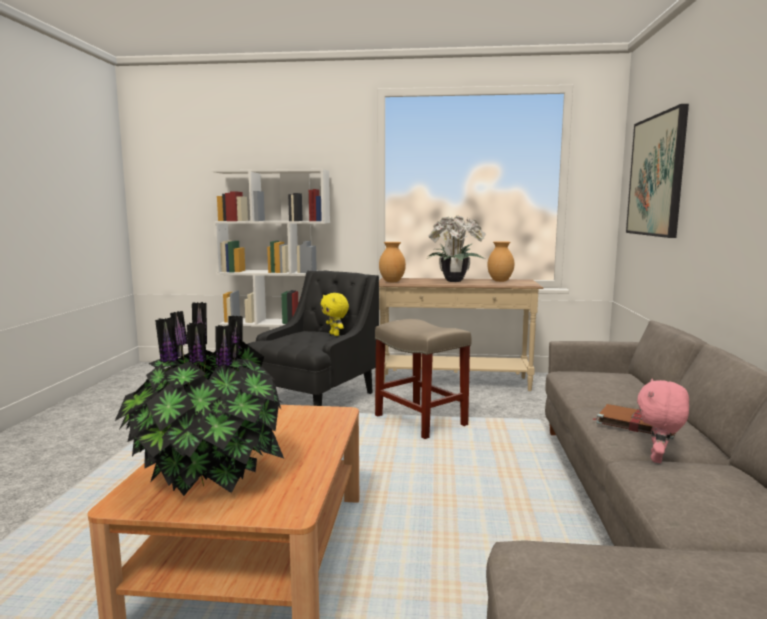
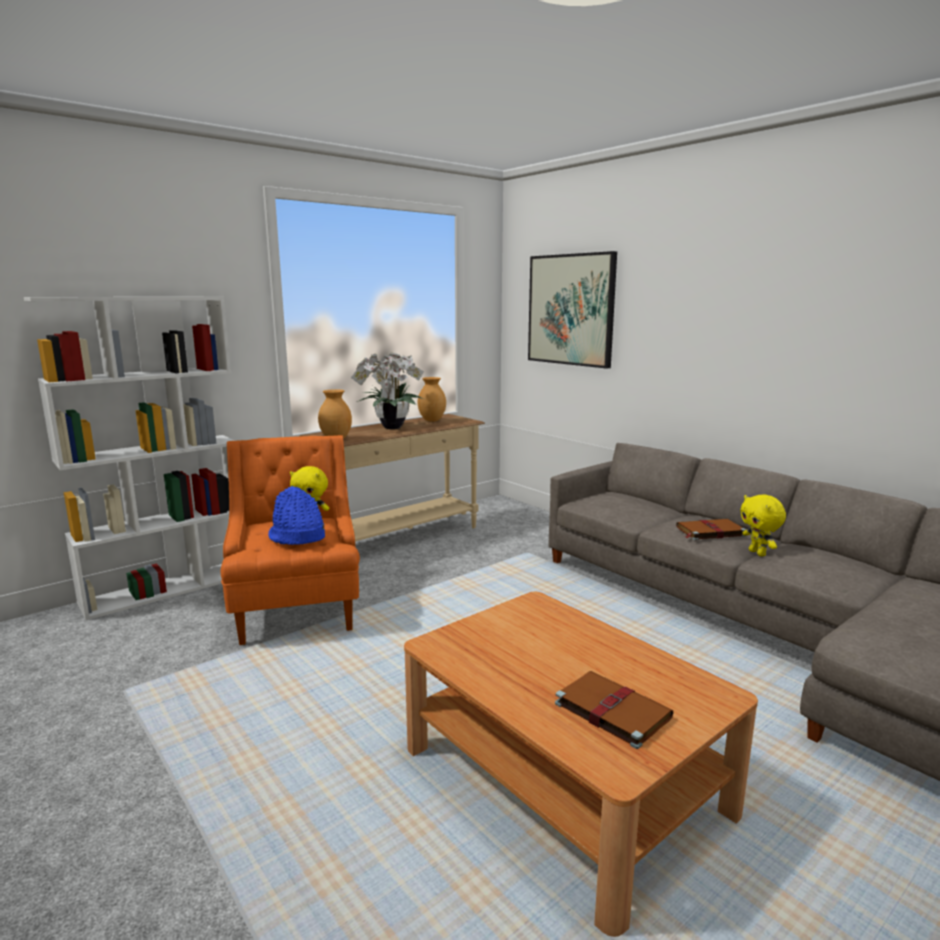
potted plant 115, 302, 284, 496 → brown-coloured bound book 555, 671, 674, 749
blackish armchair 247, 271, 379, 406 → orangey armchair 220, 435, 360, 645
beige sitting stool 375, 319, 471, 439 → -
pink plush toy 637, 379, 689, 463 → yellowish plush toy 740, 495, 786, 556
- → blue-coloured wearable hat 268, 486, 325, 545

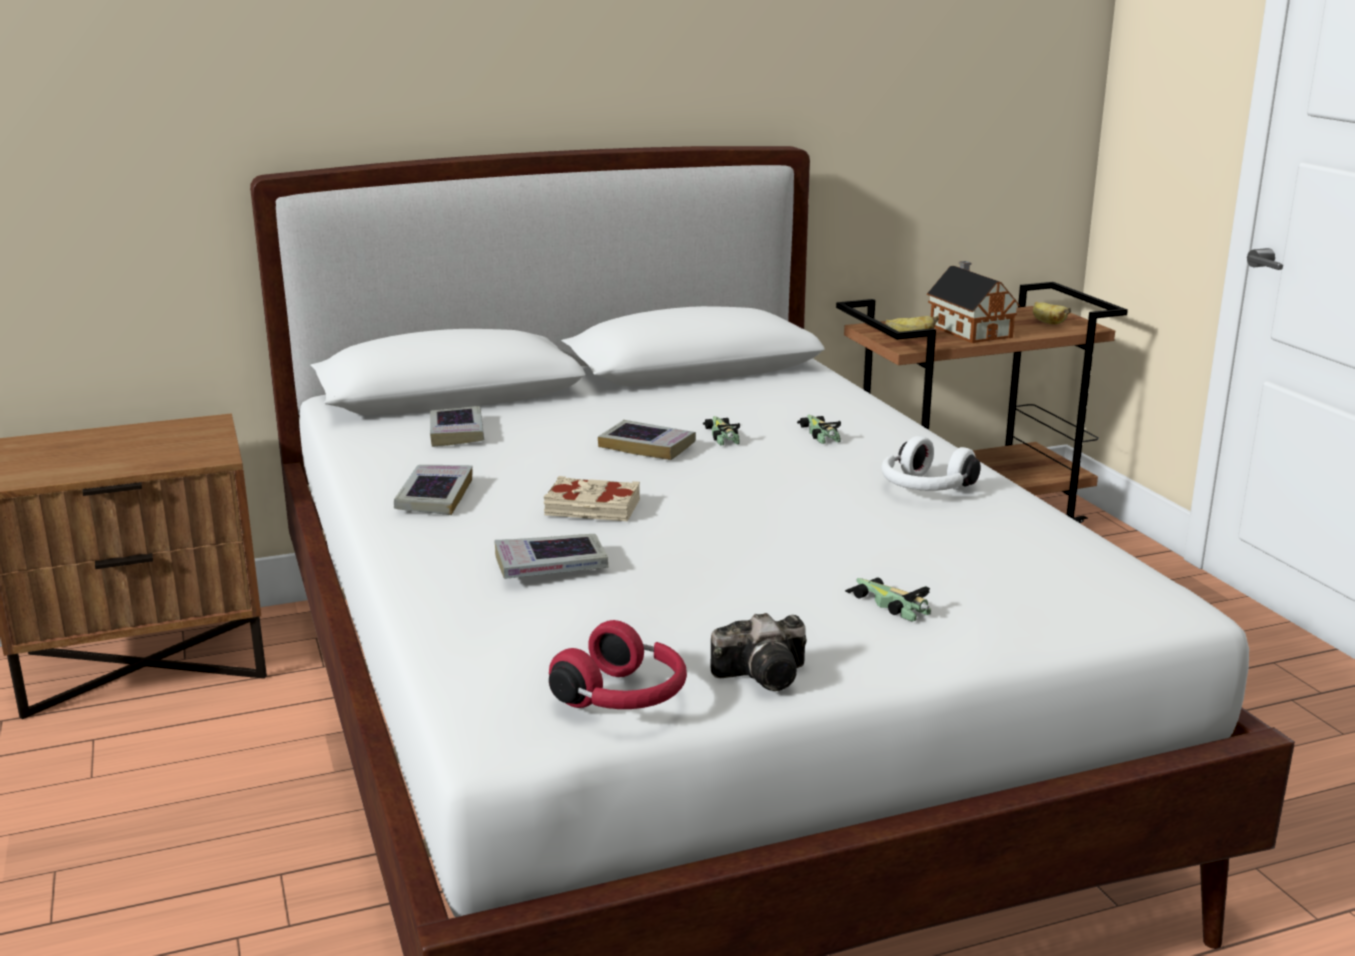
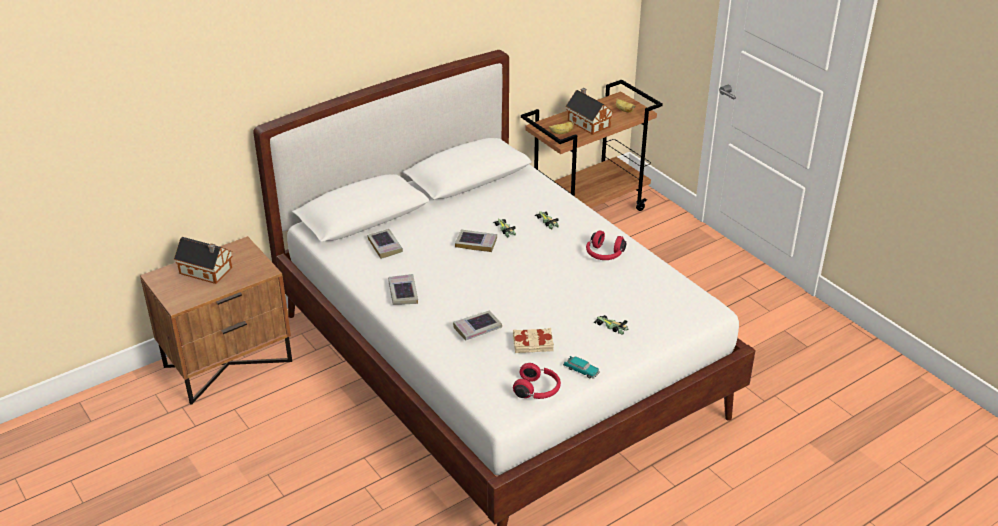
beige bound book 544, 476, 640, 521 → beige bound book 513, 328, 554, 353, shifted
still camera 711, 613, 807, 691 → model car 563, 356, 600, 379
white headset 881, 436, 981, 491 → red-coloured headset 586, 230, 626, 260
- → model house 174, 237, 233, 284

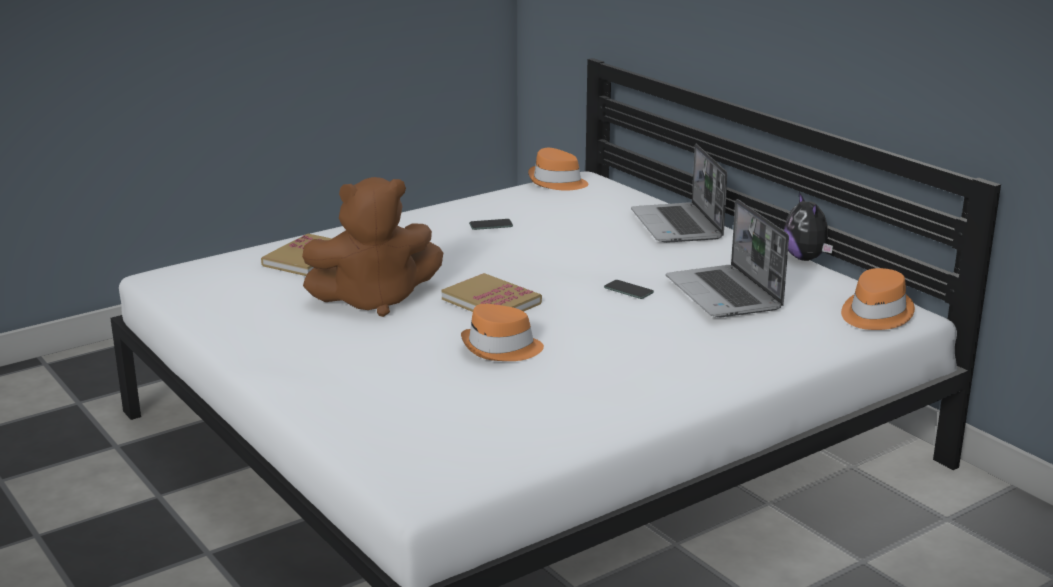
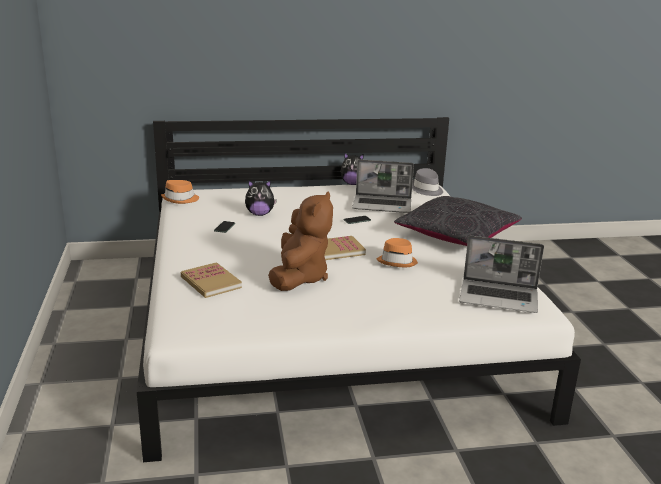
portable computer 631, 144, 727, 243 → portable computer 459, 236, 544, 313, shifted
orangey wearable hat 841, 268, 915, 330 → grey wearable hat 412, 168, 443, 196
- → plush toy 245, 180, 277, 216
- → blackish pillow 394, 196, 522, 246

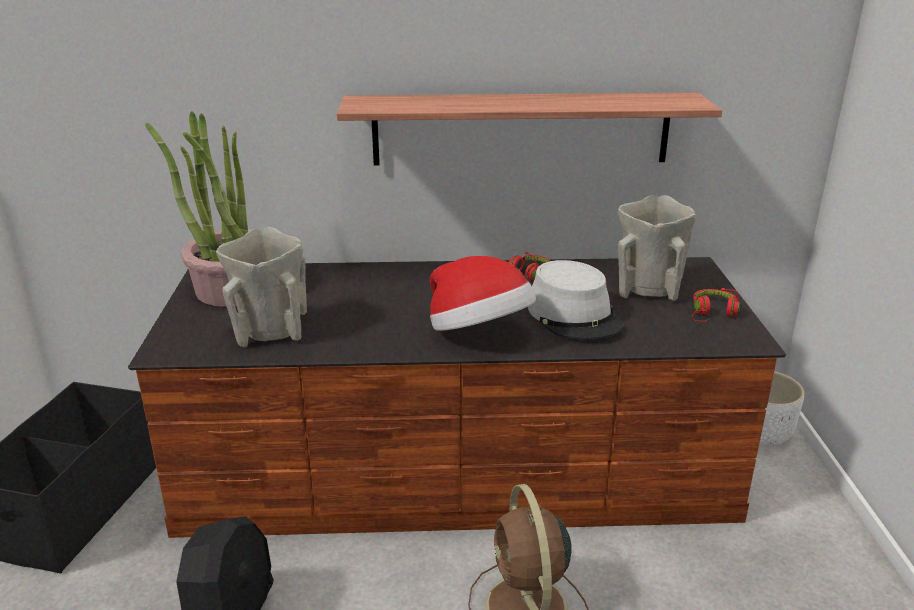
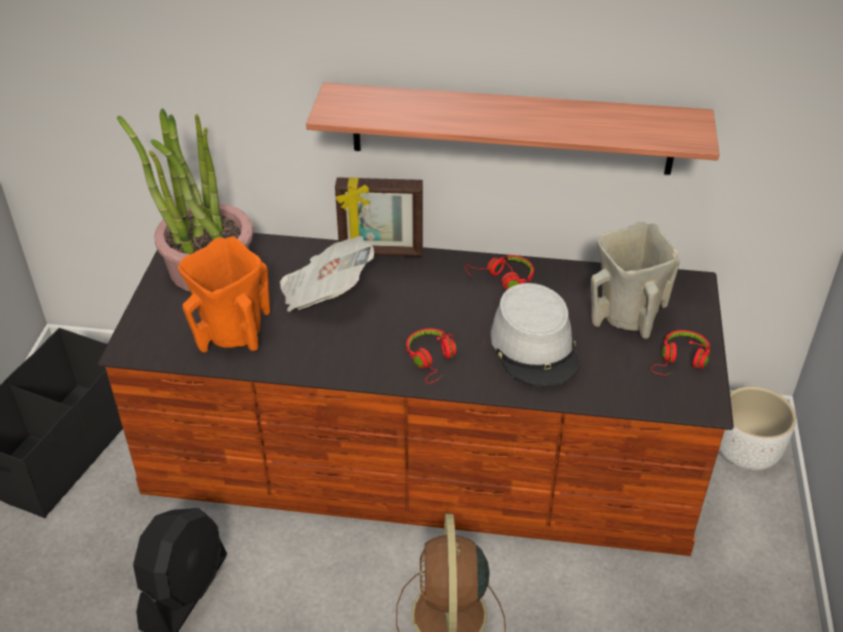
beige vase 216, 227, 307, 348 → orangey vase 178, 236, 270, 353
wearable hat 430, 256, 536, 331 → red-coloured headset 406, 328, 457, 384
- → printed paper 280, 236, 374, 312
- → picture frame 335, 177, 423, 257

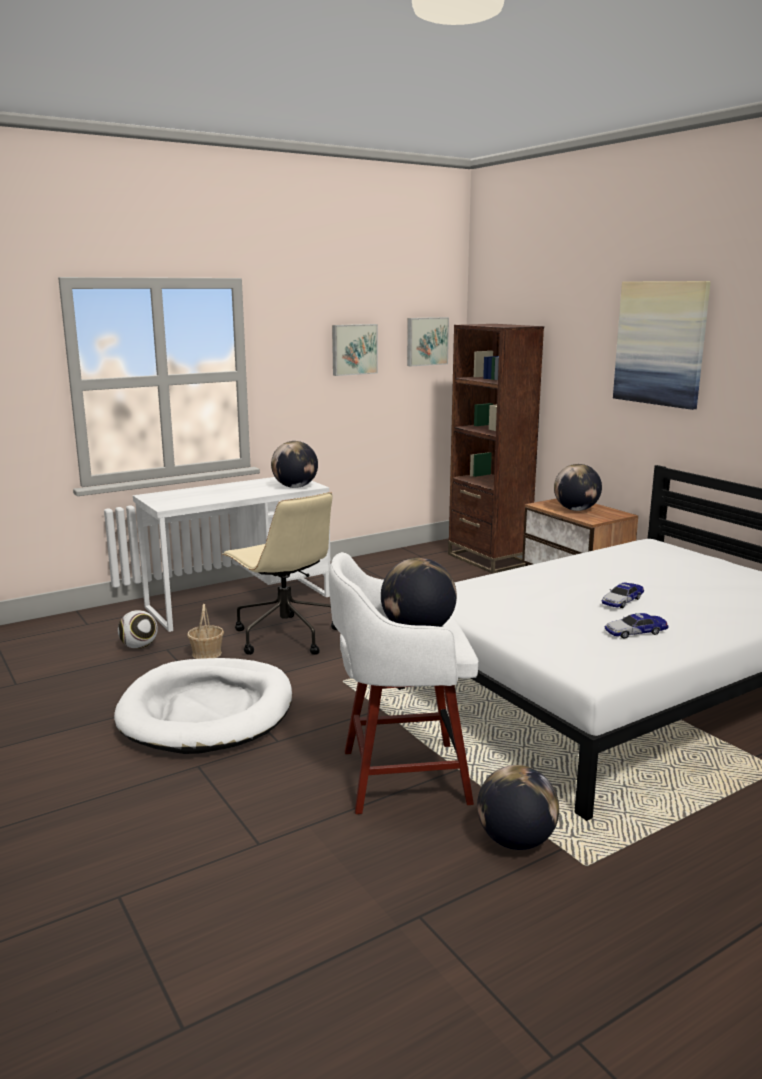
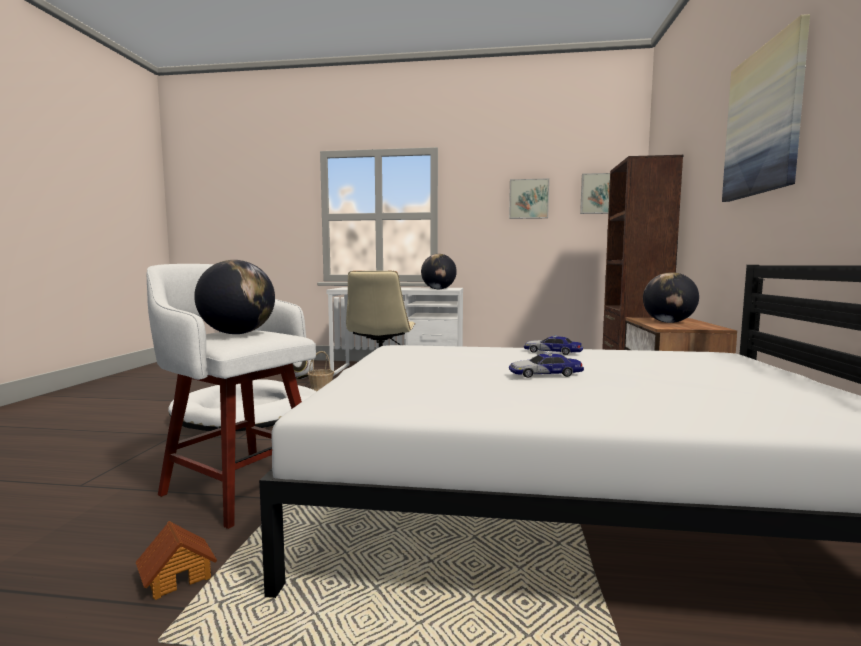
globe 477, 765, 559, 850 → model house 136, 521, 217, 600
model car 605, 613, 669, 639 → model car 524, 335, 583, 355, shifted

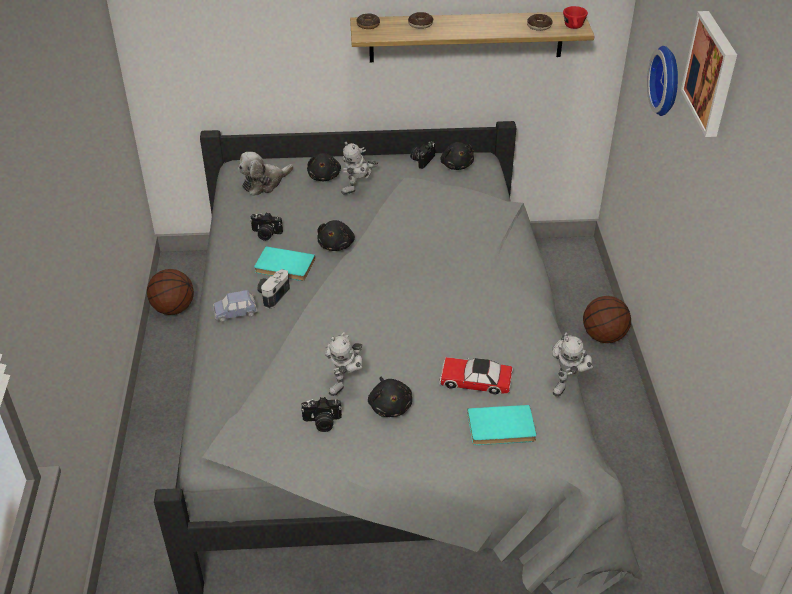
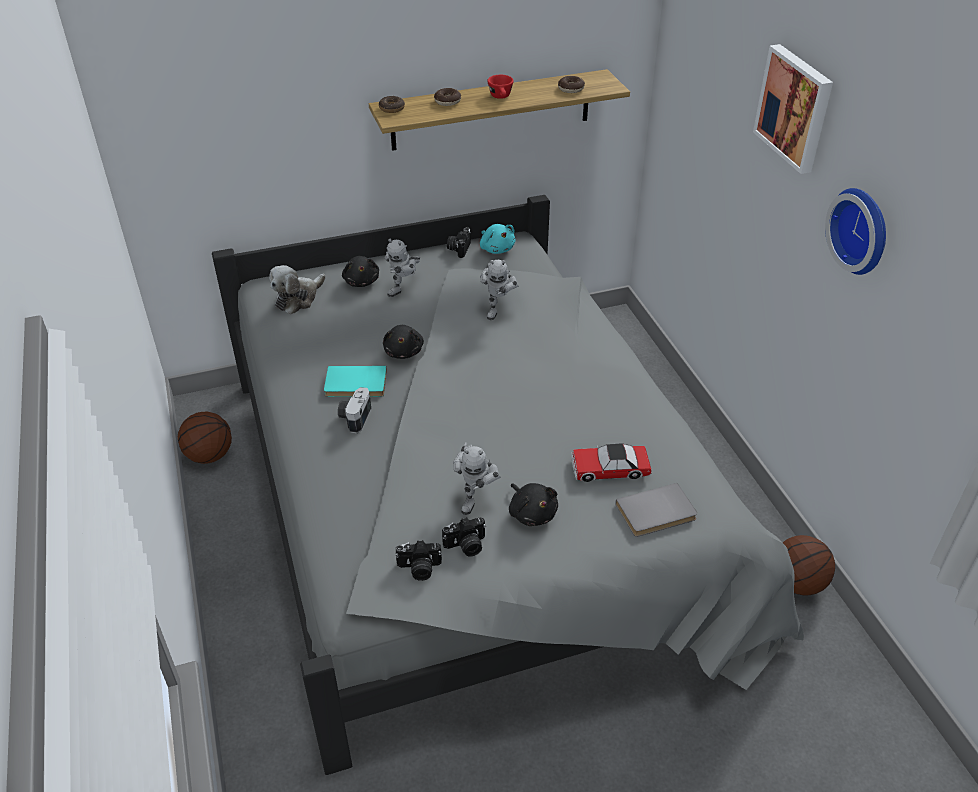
blue-coloured model car 213, 290, 258, 322 → -
still camera 250, 213, 283, 241 → still camera 395, 540, 442, 581, shifted
blackish plush toy 440, 142, 474, 170 → turquoise plush toy 480, 224, 515, 254
turquoise bound book 467, 405, 537, 445 → grey bound book 615, 483, 697, 537
toy robot 552, 332, 593, 397 → toy robot 480, 260, 519, 320, shifted
red-coloured small cup 563, 6, 588, 29 → red-coloured small cup 487, 75, 514, 99, shifted
basketball ball 583, 296, 631, 343 → basketball ball 783, 535, 835, 595, shifted
clock on the wall 647, 46, 678, 116 → clock on the wall 825, 188, 886, 275, shifted

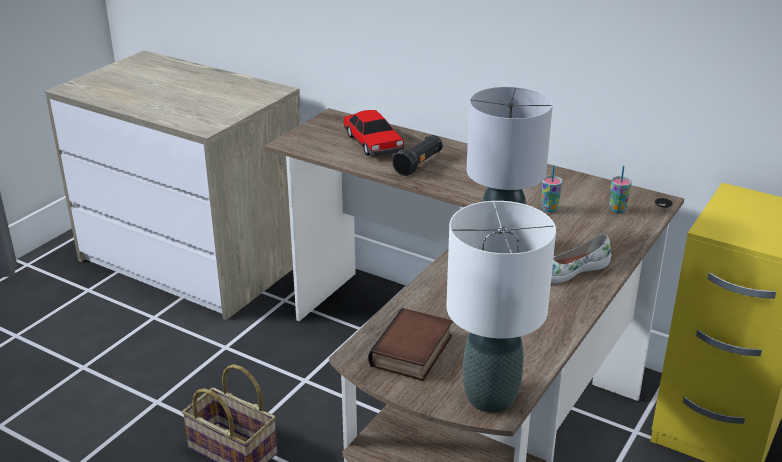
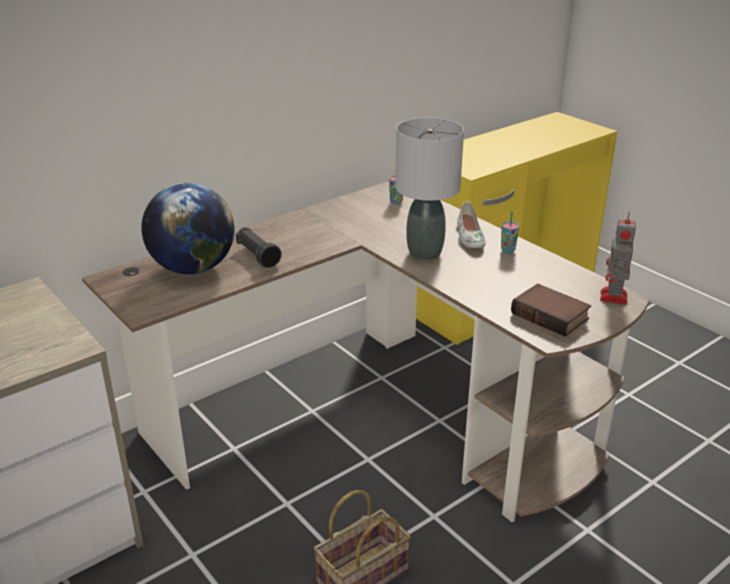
model car 344, 110, 404, 156 → globe 141, 183, 234, 274
white lamp for a table 446, 201, 556, 413 → toy robot 600, 211, 636, 305
small cup 542, 165, 563, 212 → small cup 501, 212, 520, 253, shifted

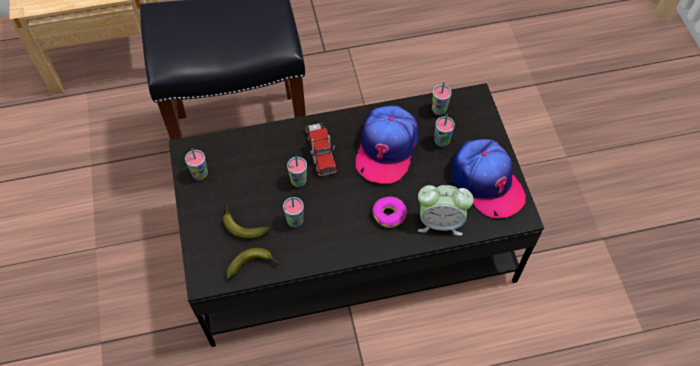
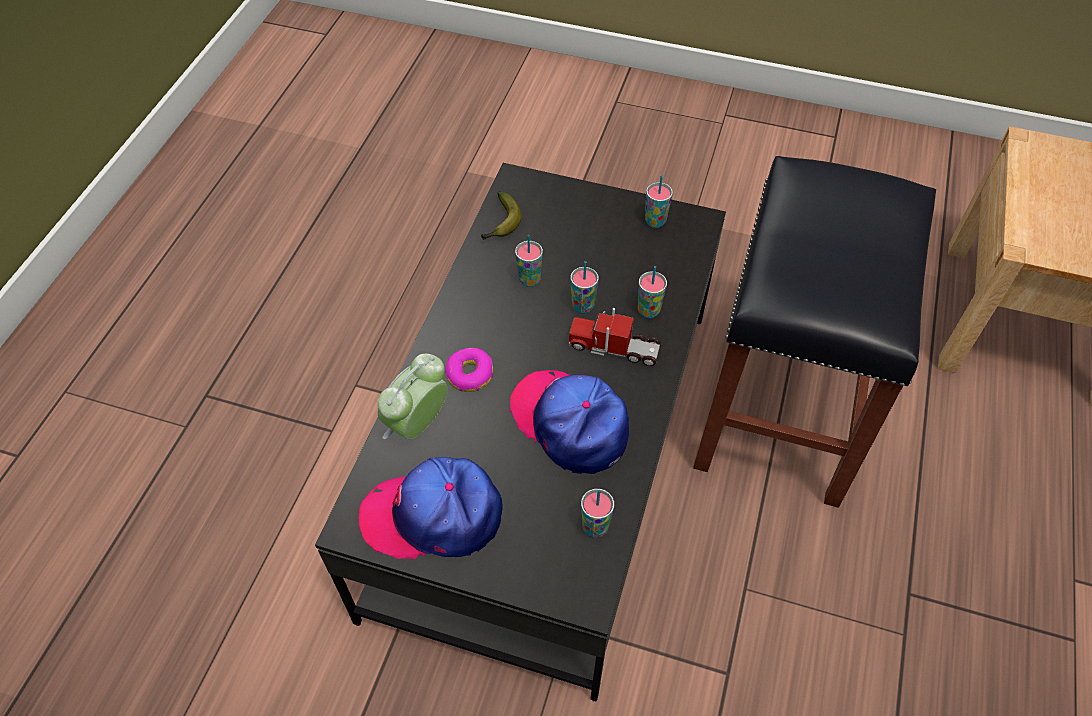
banana 223, 204, 270, 239 → -
small cup 434, 114, 455, 147 → small cup 638, 266, 667, 318, shifted

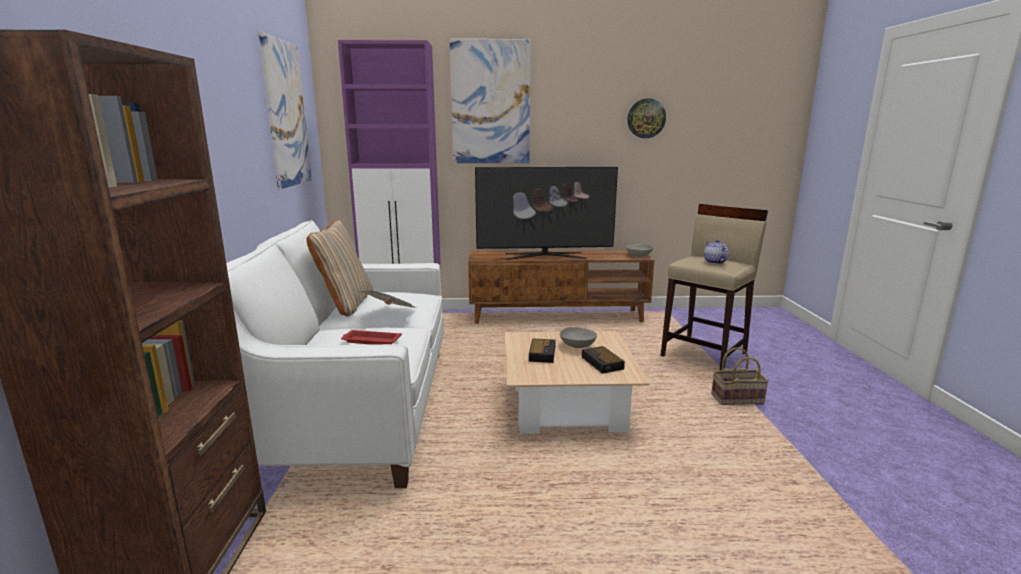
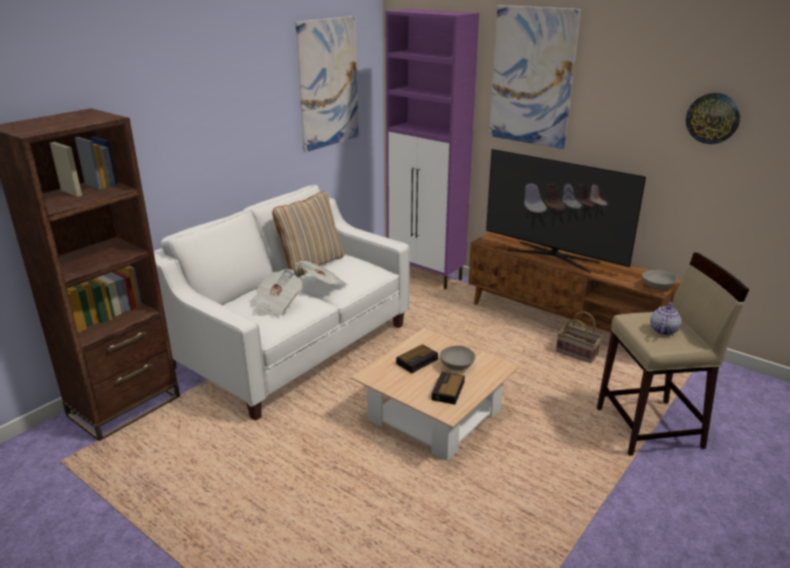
red-coloured tray 341, 330, 402, 345 → printed paper 252, 269, 302, 316
storage basket 711, 347, 769, 405 → storage basket 556, 311, 602, 363, shifted

